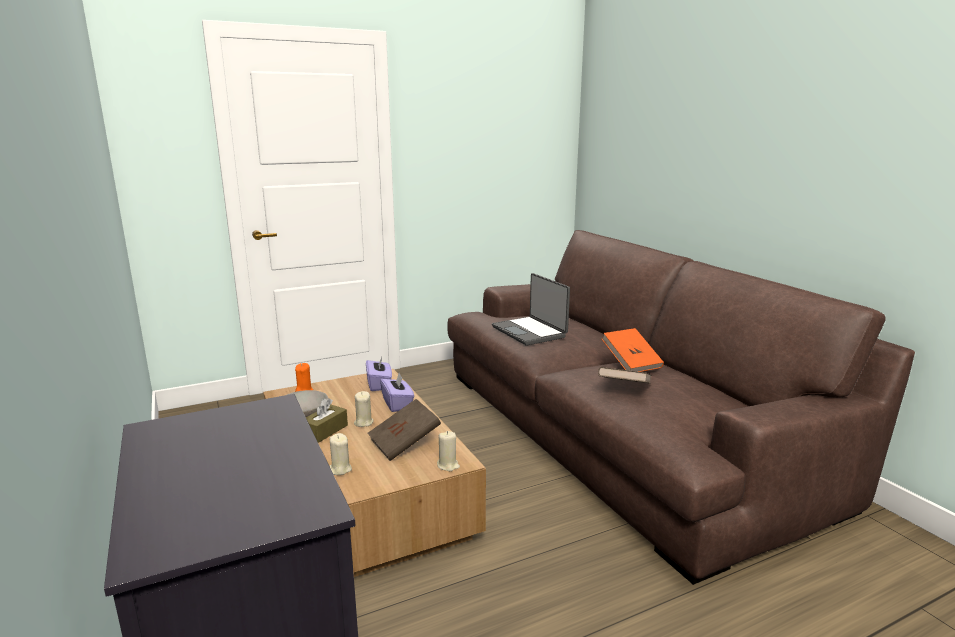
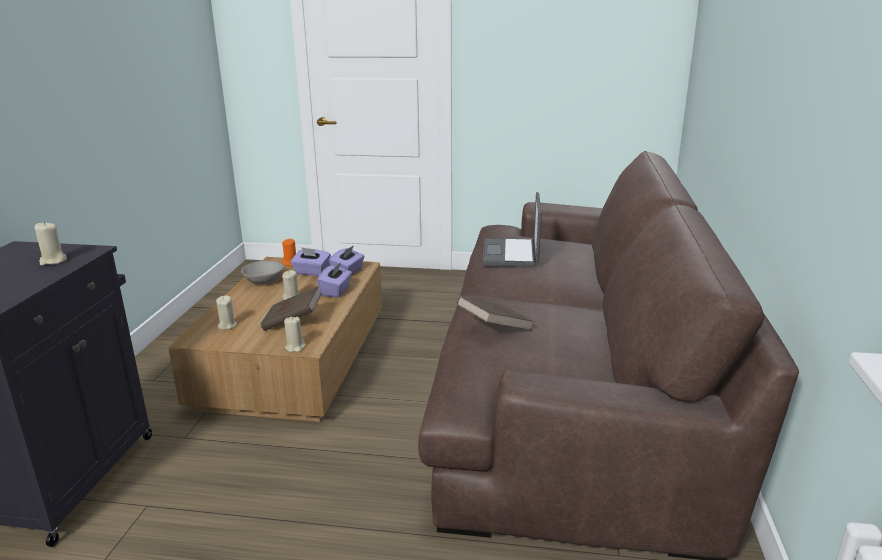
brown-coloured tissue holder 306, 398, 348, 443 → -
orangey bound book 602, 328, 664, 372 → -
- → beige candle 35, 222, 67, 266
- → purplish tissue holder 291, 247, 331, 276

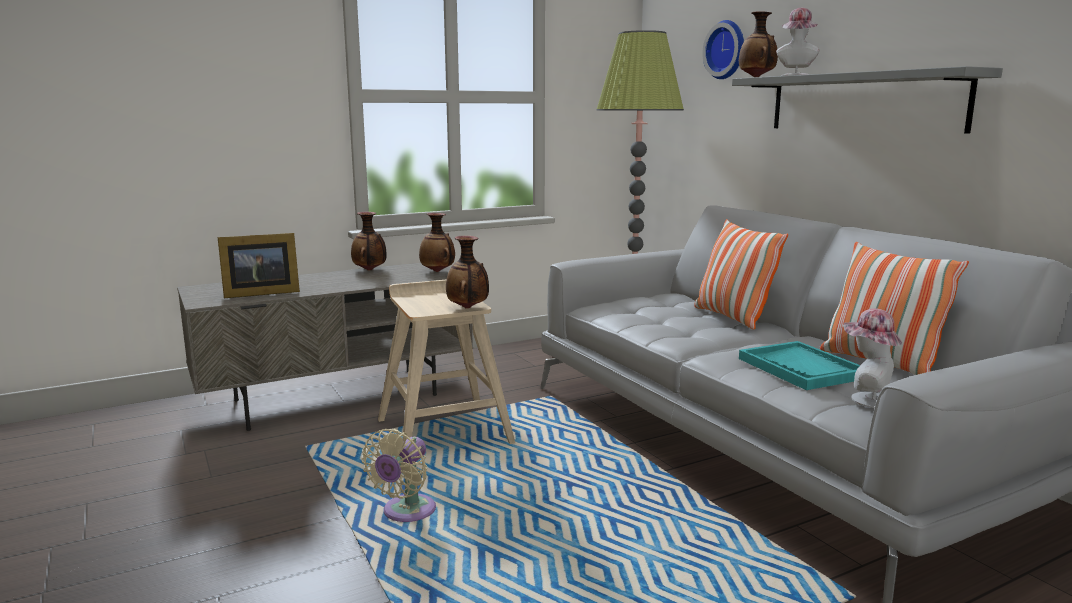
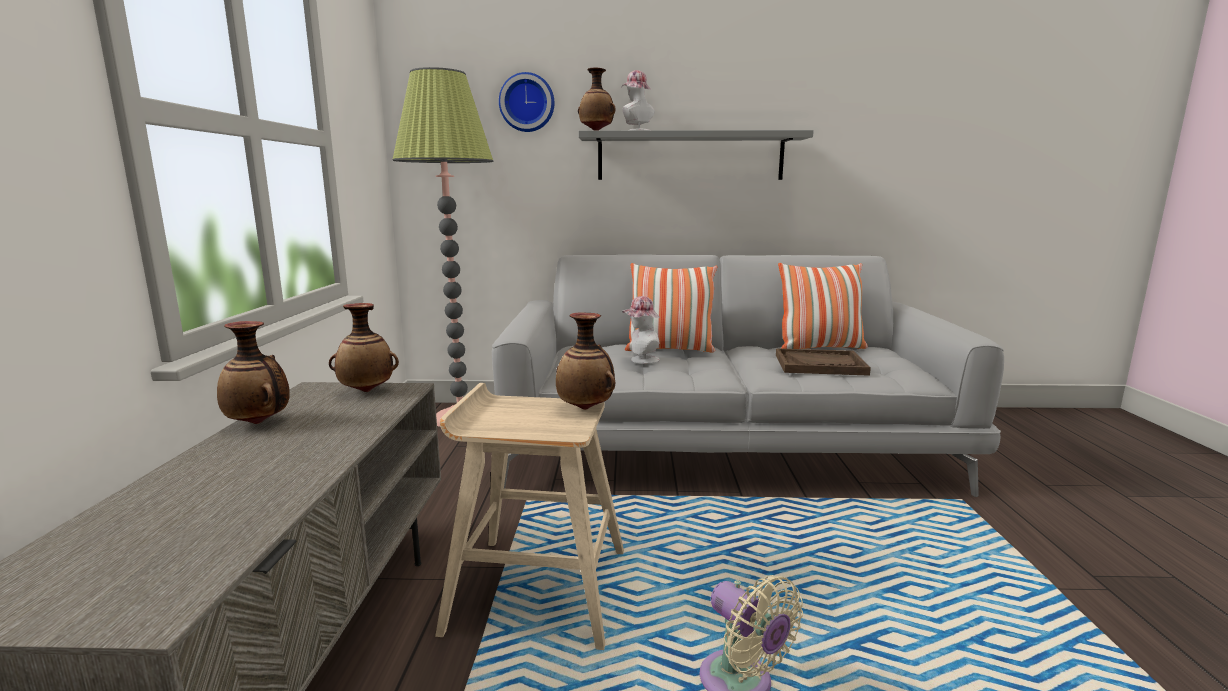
picture frame 218, 233, 300, 298 → -
turquoise tray 739, 341, 860, 390 → brown-coloured tray 776, 348, 871, 376
wearable hat 843, 309, 902, 408 → wearable hat 622, 296, 660, 364, shifted

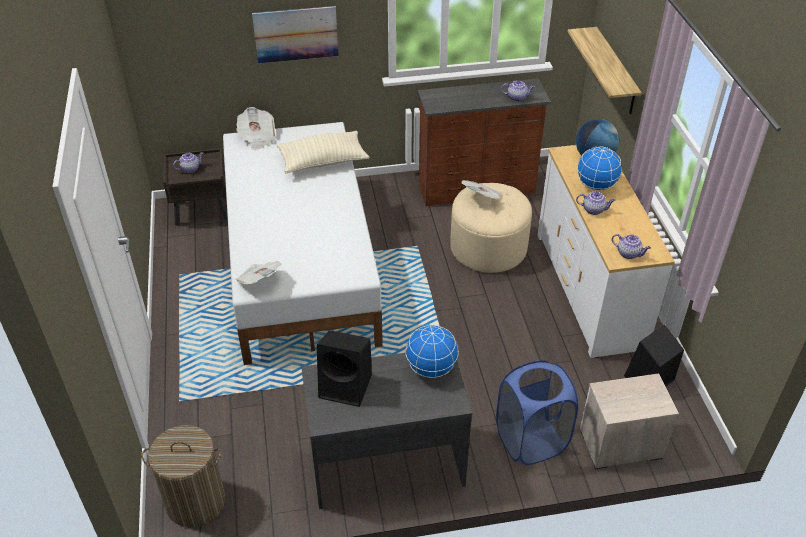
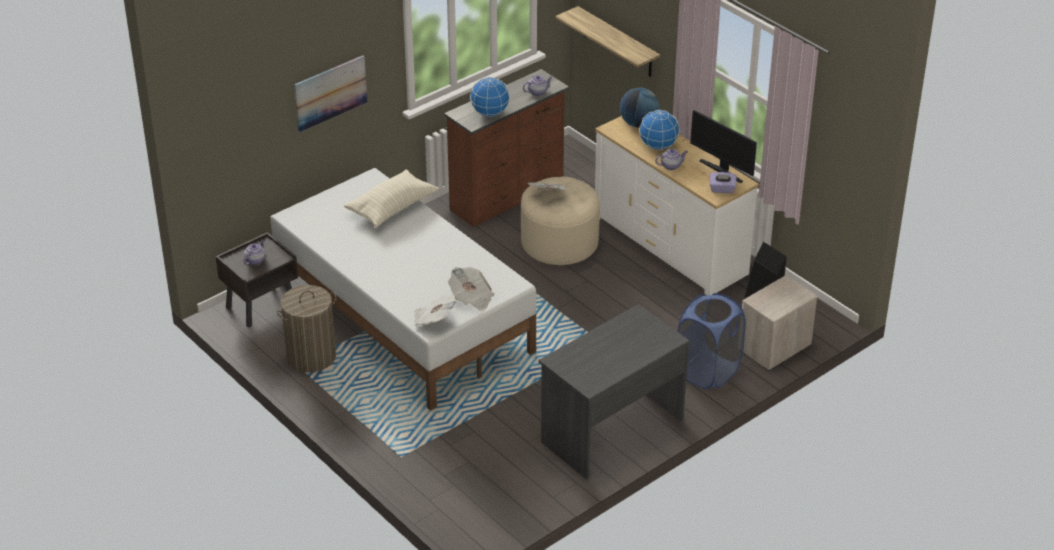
hamper 141, 425, 225, 527 → hamper 276, 285, 336, 372, shifted
printed paper 236, 107, 276, 150 → printed paper 448, 267, 495, 312, shifted
blackish audio speaker 317, 330, 372, 407 → -
globe 405, 325, 459, 378 → globe 470, 77, 510, 117, shifted
teapot 612, 234, 651, 259 → purplish tissue holder 710, 172, 737, 193
- → computer display 690, 110, 757, 183

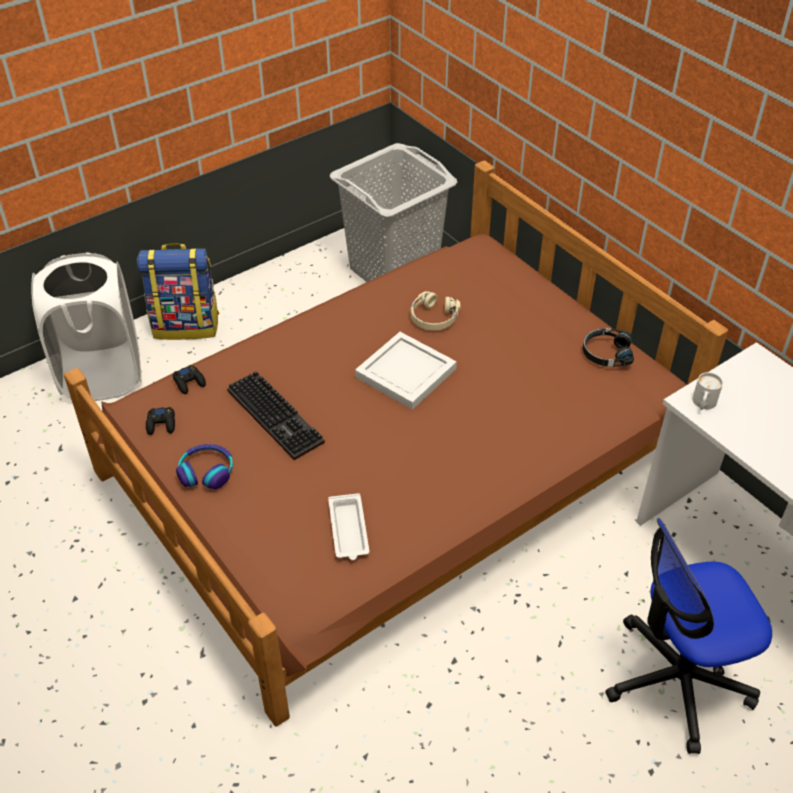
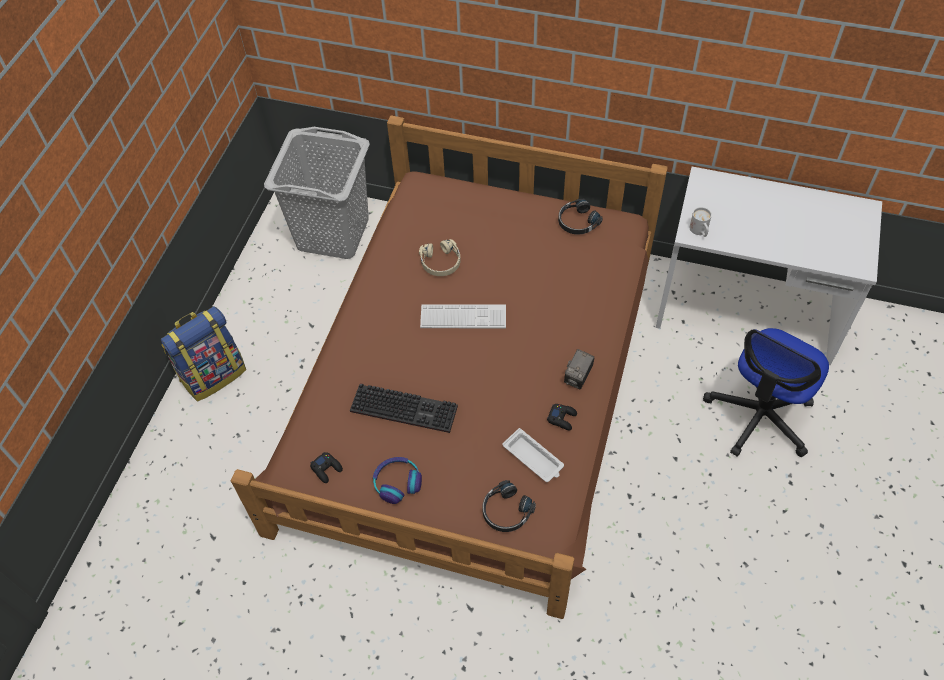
white hamper 31, 253, 142, 401 → -
blackish gamepad 173, 365, 206, 394 → blackish gamepad 547, 404, 577, 430, shifted
white tray 355, 332, 457, 410 → computer keyboard 420, 304, 506, 328
- → blackish headset 482, 480, 536, 532
- → still camera 564, 349, 594, 390

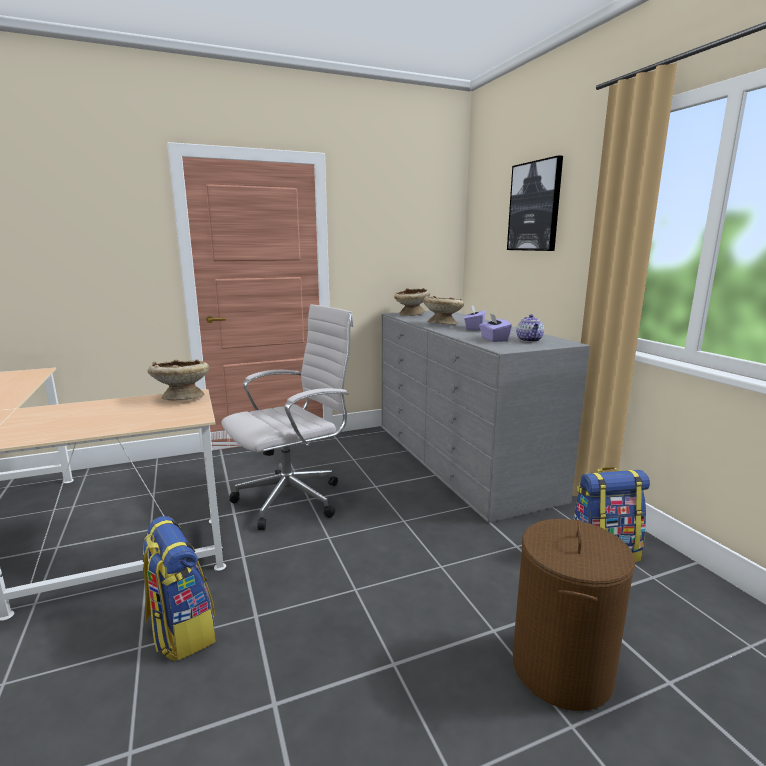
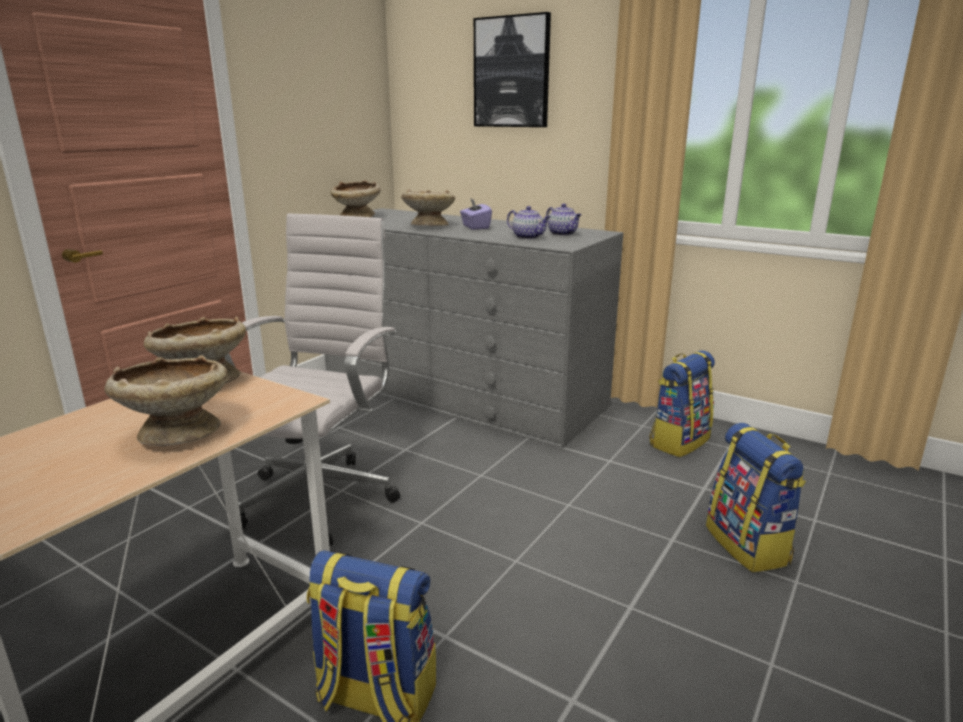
purplish tissue holder 479, 313, 512, 342 → teapot 507, 206, 550, 239
brown-coloured hamper 513, 519, 635, 711 → backpack 706, 423, 806, 572
- → beige bowl 104, 355, 228, 446

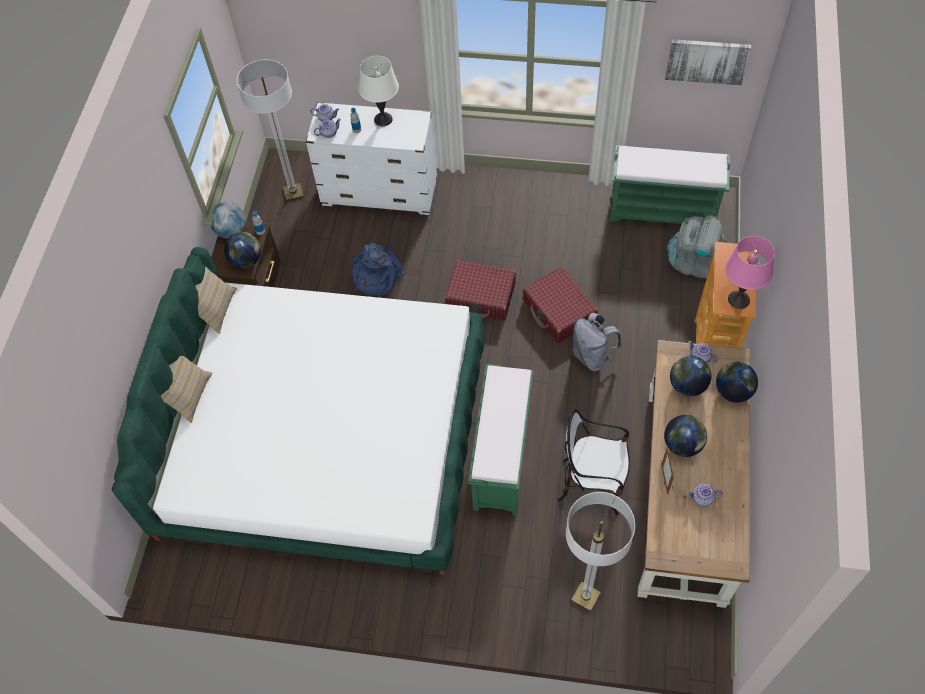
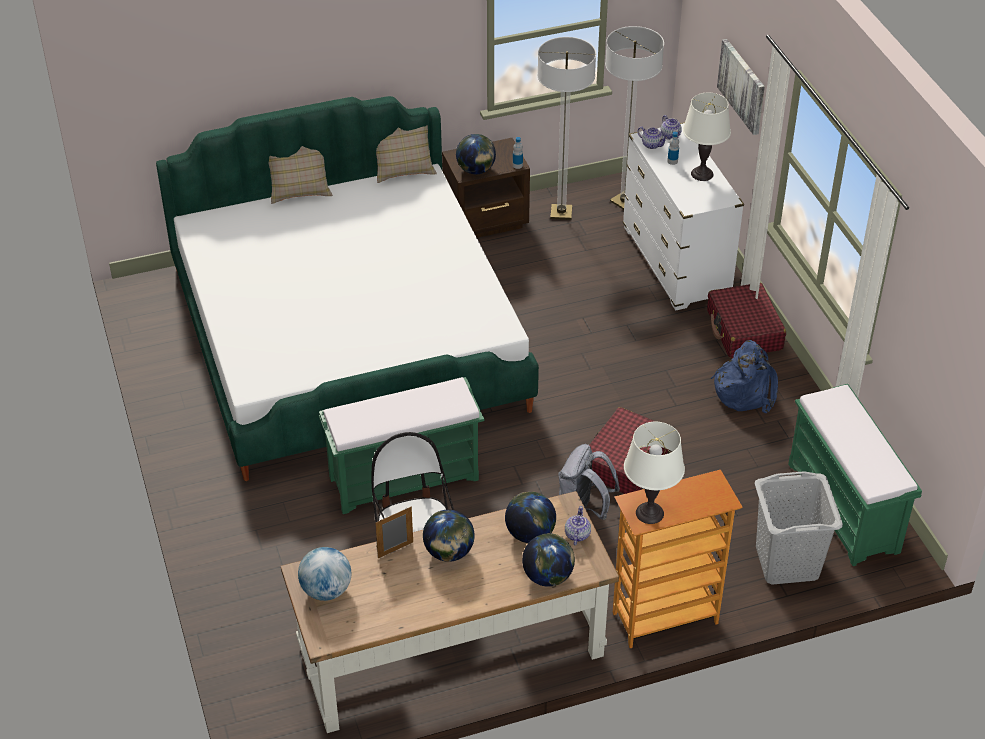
globe 210, 202, 246, 238 → globe 298, 547, 351, 601, shifted
blue-coloured backpack 351, 243, 405, 296 → blue-coloured backpack 711, 340, 778, 413, shifted
red-coloured travel case 445, 260, 516, 320 → red-coloured travel case 707, 283, 786, 358, shifted
floor lamp 566, 492, 635, 612 → floor lamp 537, 37, 596, 220, shifted
wall art 665, 39, 752, 85 → wall art 717, 39, 765, 135, shifted
grey backpack 667, 215, 730, 278 → grey hamper 755, 471, 843, 585
teapot 686, 484, 723, 507 → -
pink lamp for a table 725, 236, 775, 309 → white lamp for a table 624, 422, 685, 524

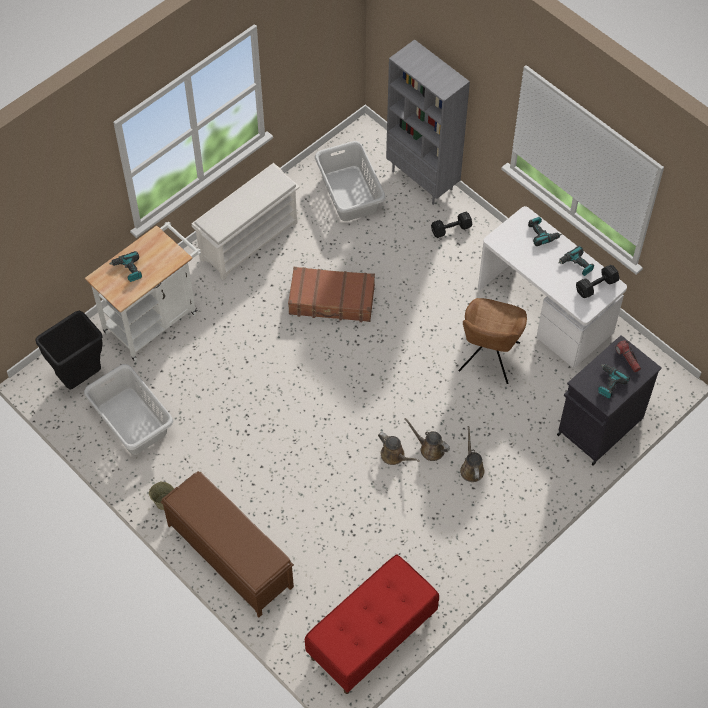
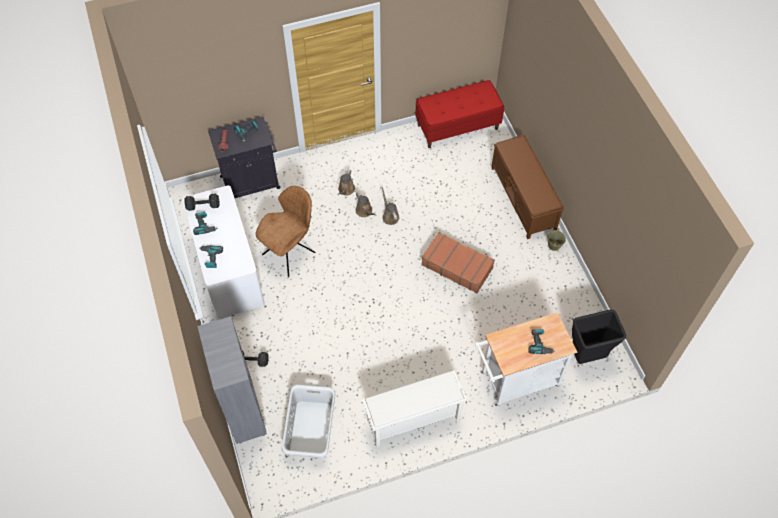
grey hamper 84, 364, 173, 455 → -
brown-coloured travel case 288, 267, 375, 322 → brown-coloured travel case 421, 232, 495, 293, shifted

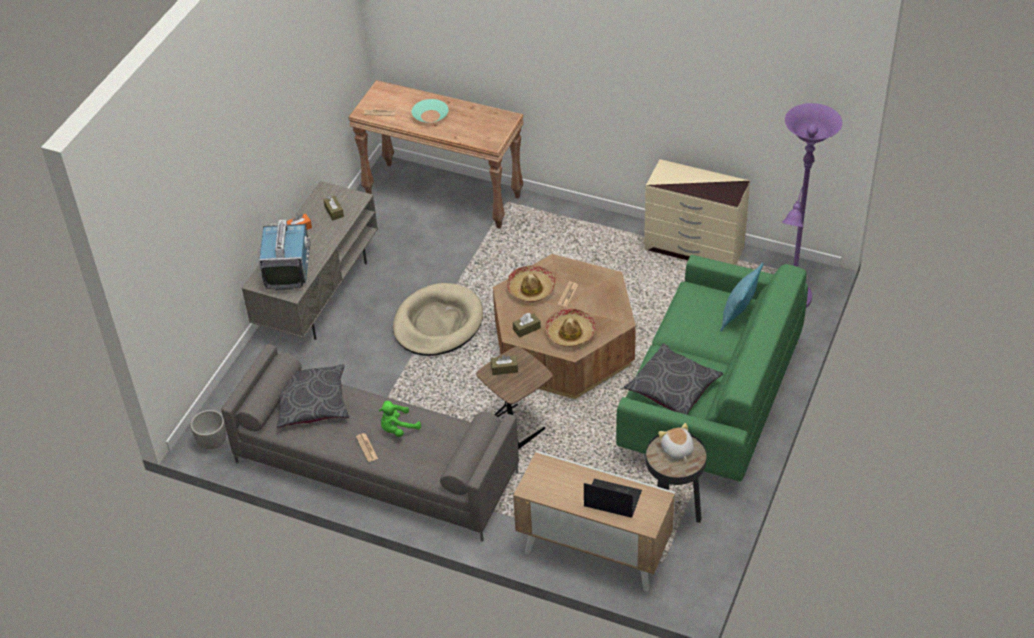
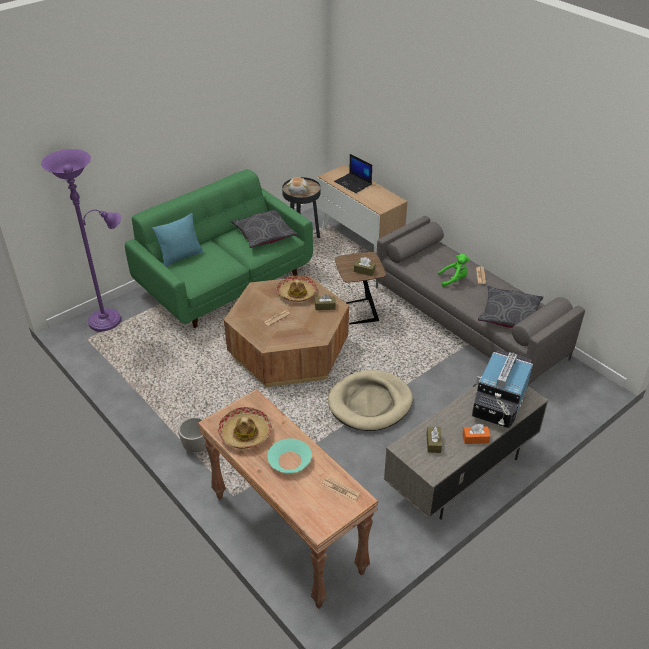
flower pot 191, 410, 226, 450 → flower pot 178, 417, 206, 453, shifted
wearable hat 506, 266, 556, 302 → wearable hat 218, 407, 272, 449, shifted
beige drawer chest 644, 159, 750, 265 → -

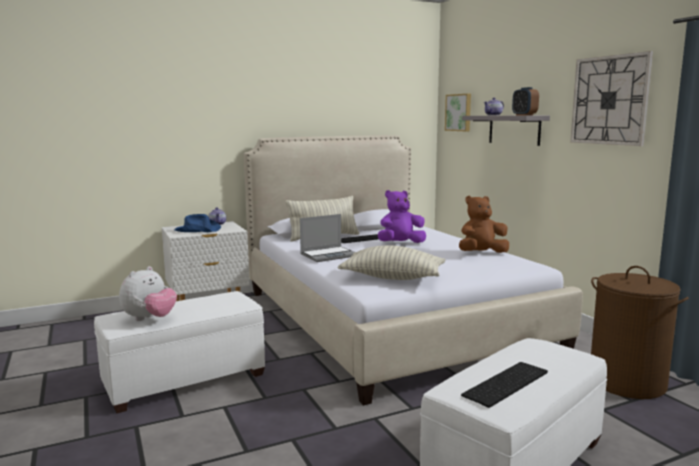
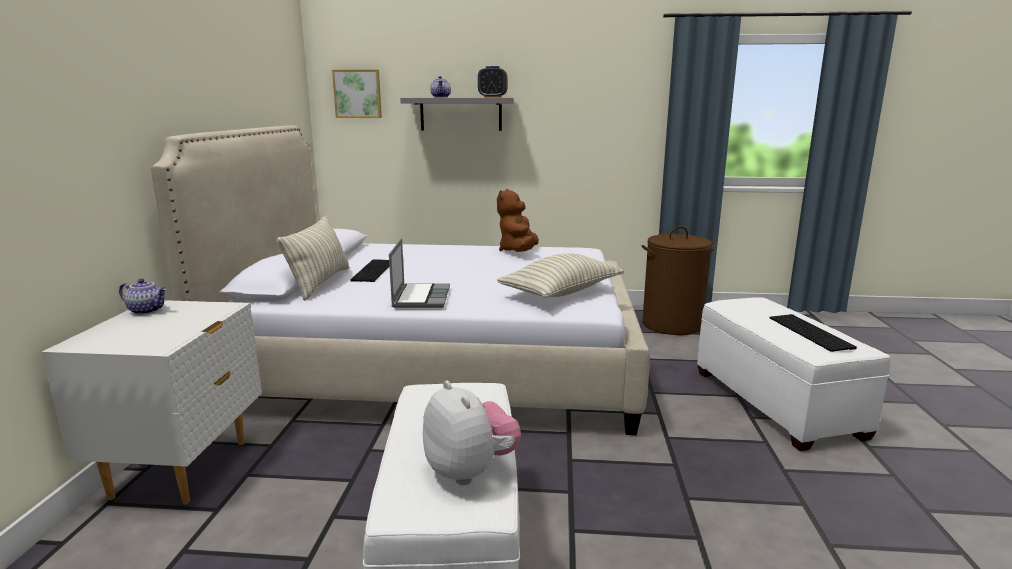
blue-coloured wearable hat 174, 214, 221, 232 → -
purplish plush toy 378, 190, 426, 243 → -
clock on the wall 570, 51, 653, 146 → -

